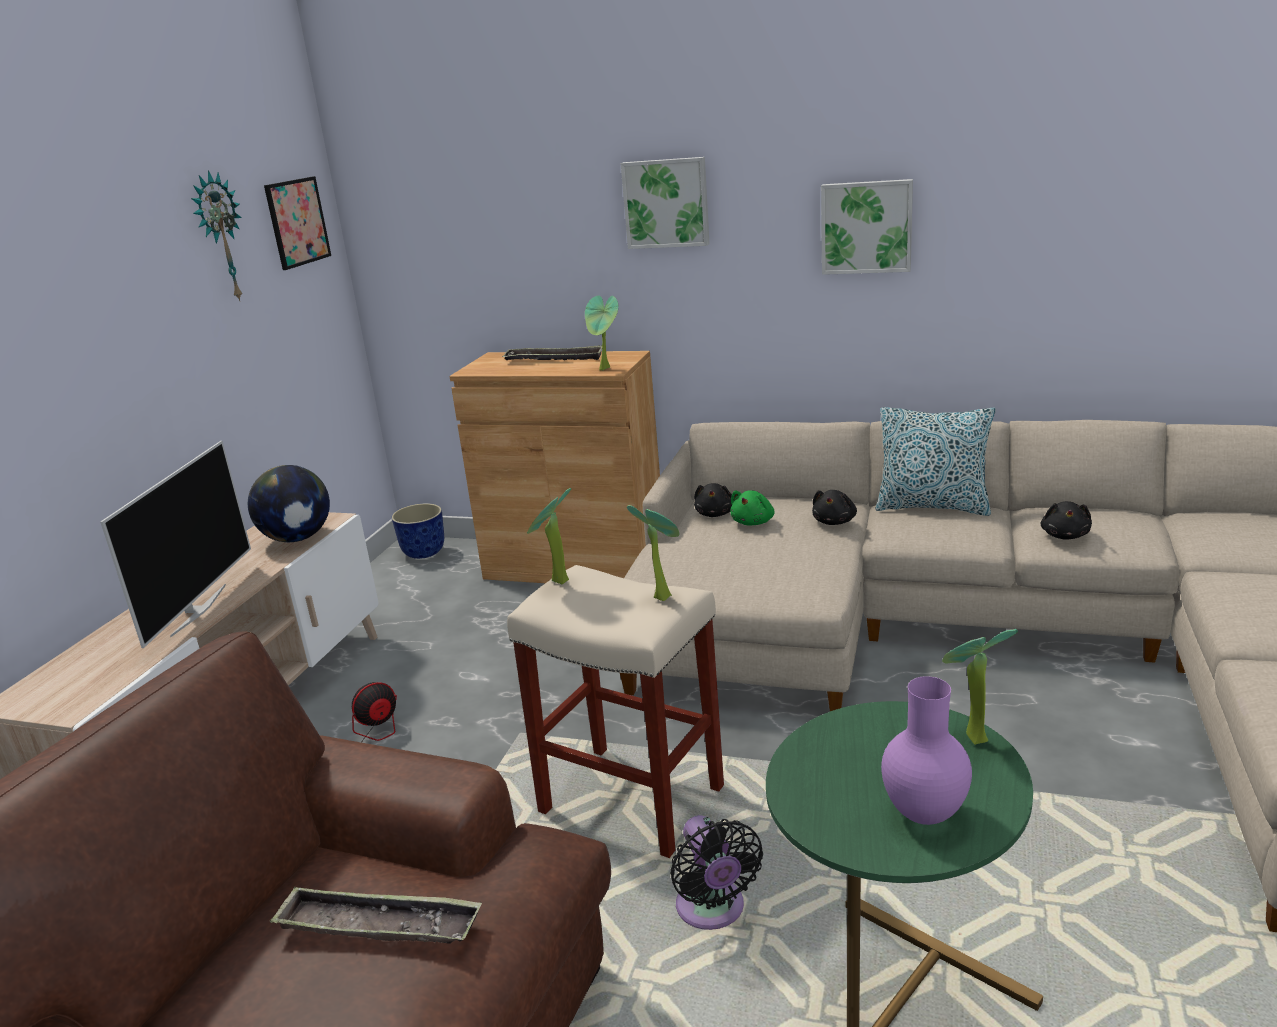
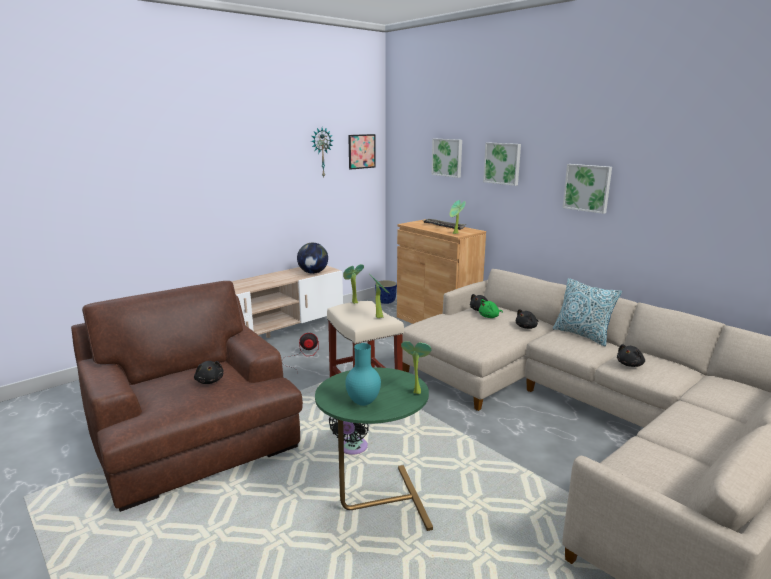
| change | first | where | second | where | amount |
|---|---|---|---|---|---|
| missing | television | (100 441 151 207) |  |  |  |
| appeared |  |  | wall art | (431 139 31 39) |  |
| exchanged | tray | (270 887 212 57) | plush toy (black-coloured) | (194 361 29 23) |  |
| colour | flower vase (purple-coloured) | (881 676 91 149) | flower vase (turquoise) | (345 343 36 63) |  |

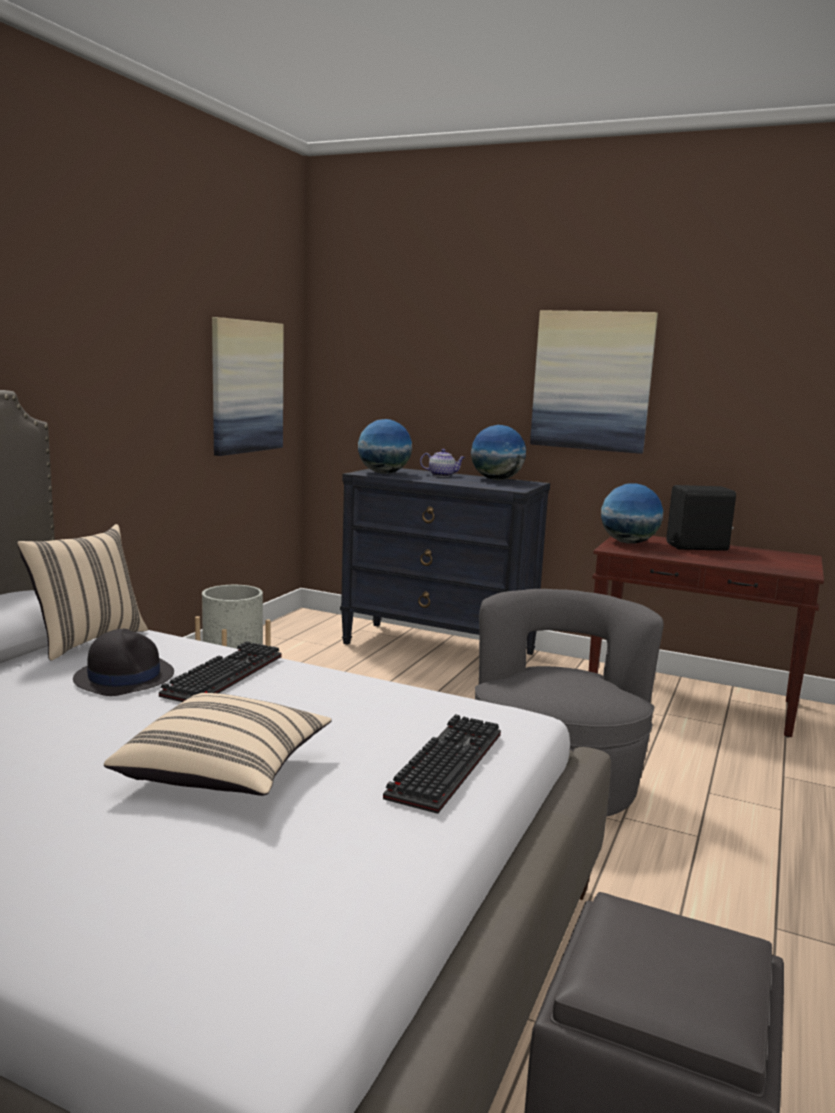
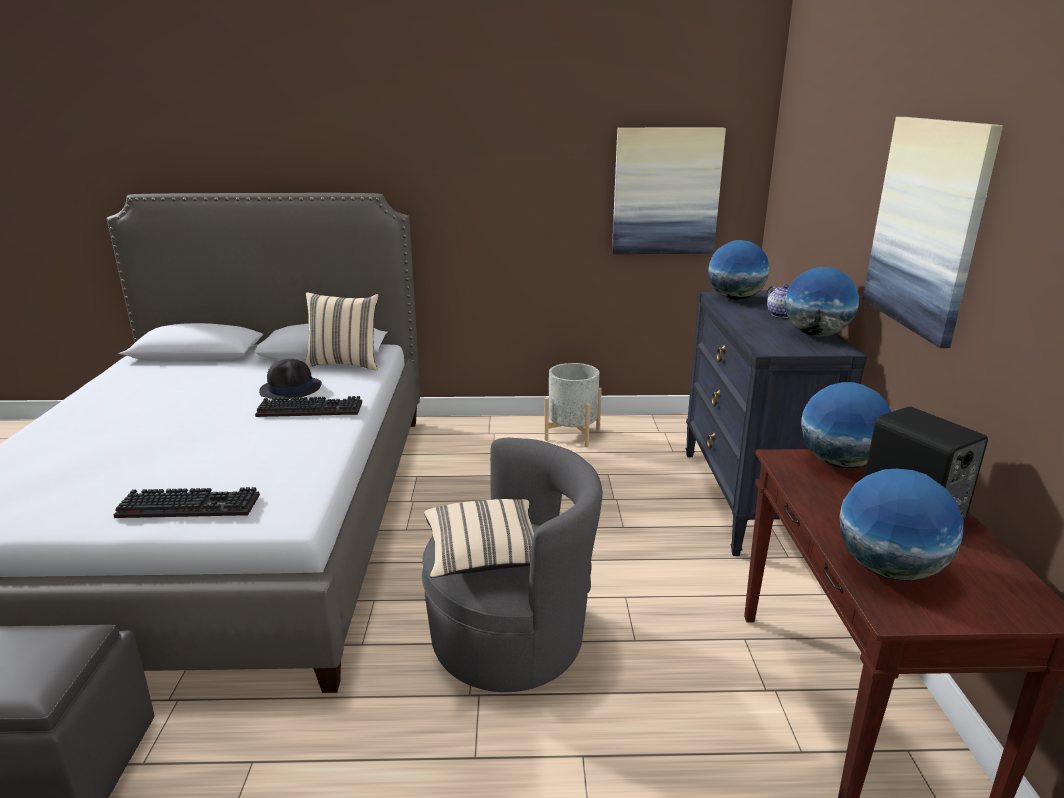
| change | first | where | second | where | amount |
|---|---|---|---|---|---|
| appeared |  |  | desk globe | (839 469 124 112) |  |
| relocated | cushion (sand-coloured) | (104 693 228 103) |  | (424 499 110 79) |  |

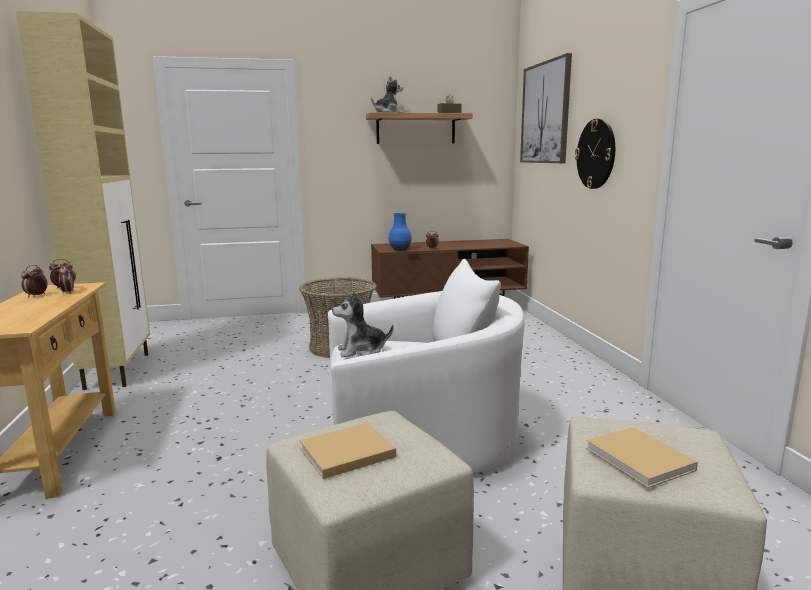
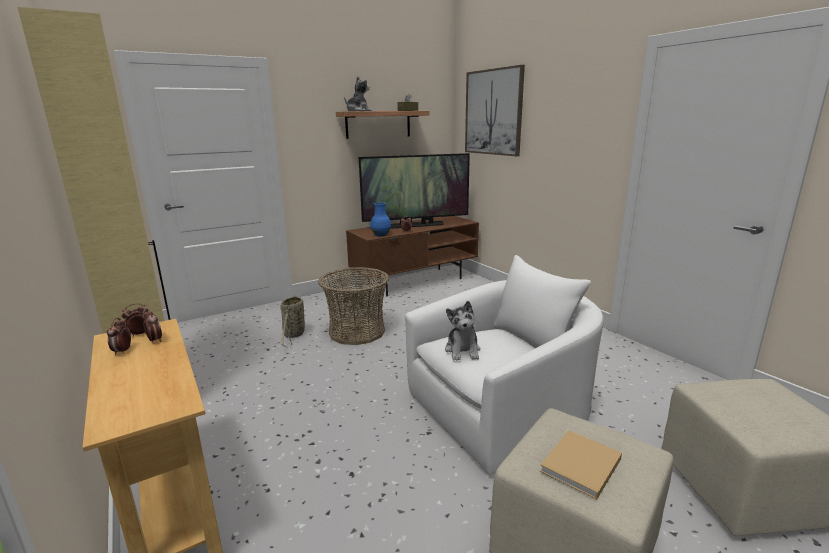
| change | first | where | second | where | amount |
|---|---|---|---|---|---|
| missing | clock on the wall | (575 119 40 70) |  |  |  |
| missing | bound book (sand-coloured) | (586 427 112 61) |  |  |  |
| appeared |  |  | basket | (280 295 25 52) |  |
| appeared |  |  | television | (359 153 111 76) |  |
| spun | plush toy | (332 292 61 65) |  | (445 301 35 59) | 60 degrees counterclockwise |

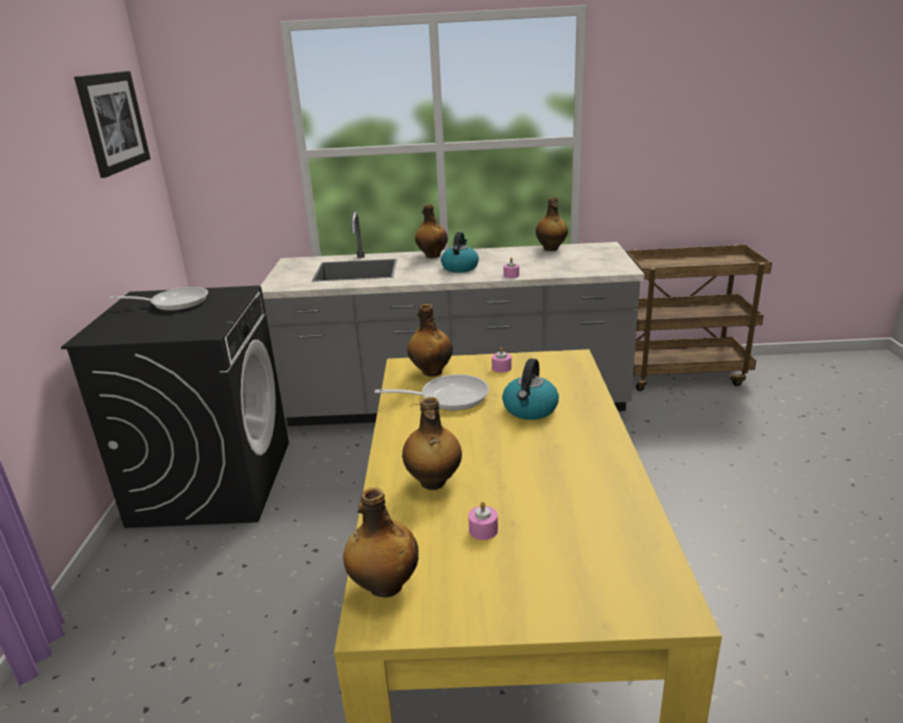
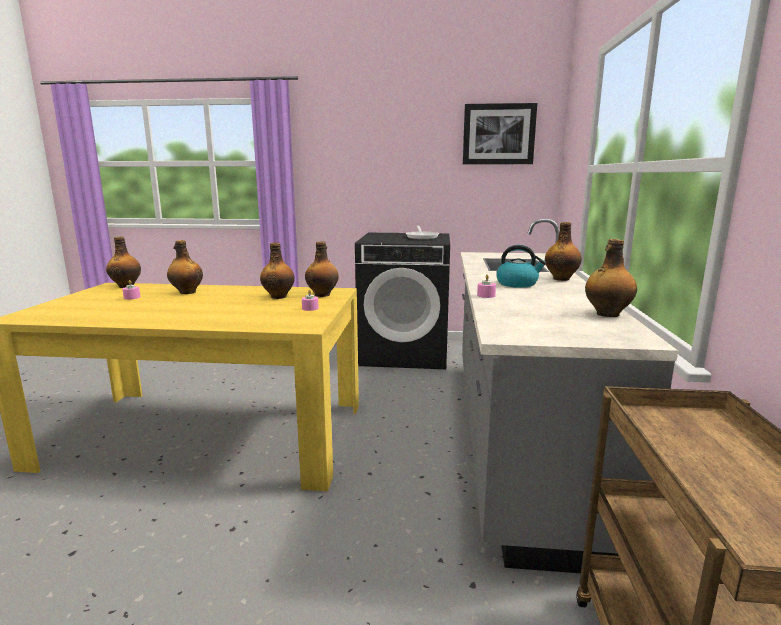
| change | first | where | second | where | amount |
|---|---|---|---|---|---|
| missing | water kettle | (502 358 57 62) |  |  |  |
| exchanged | frying pan | (375 374 114 37) | bottle | (260 242 35 57) |  |

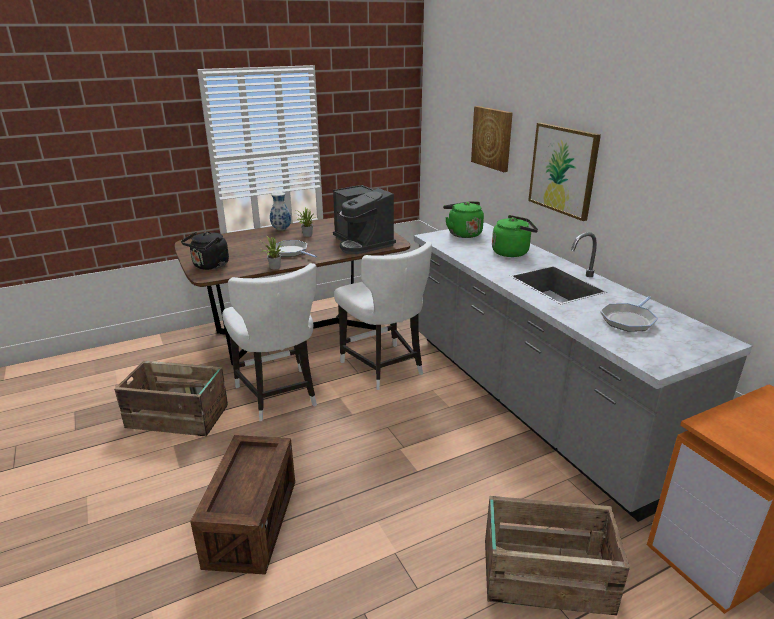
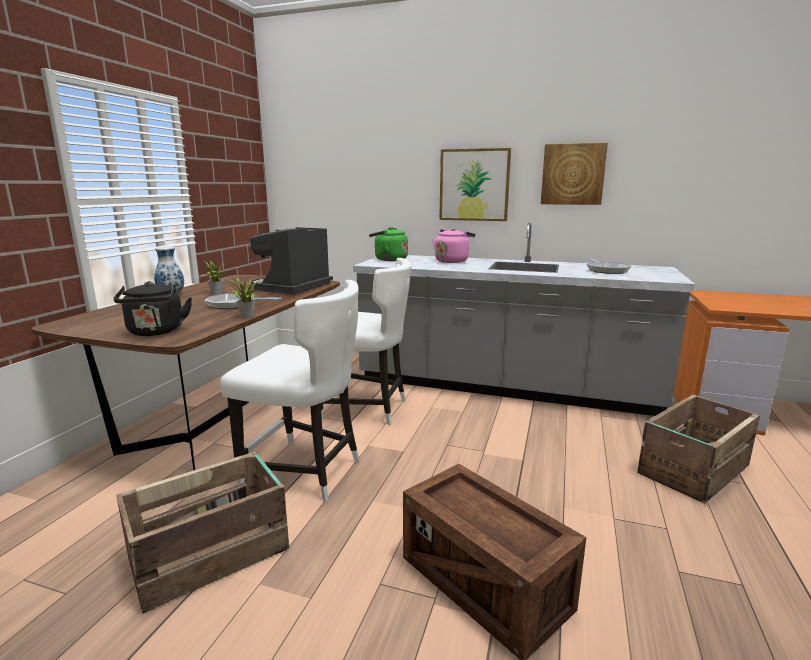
| change | first | where | second | where | amount |
|---|---|---|---|---|---|
| relocated | wall art | (471 106 42 66) |  | (541 143 67 62) |  |
| colour | water kettle (green-coloured) | (492 215 46 42) | water kettle (pink) | (432 228 43 35) |  |
| spun | coffee machine | (333 185 63 69) |  | (249 227 84 68) | 105 degrees clockwise |

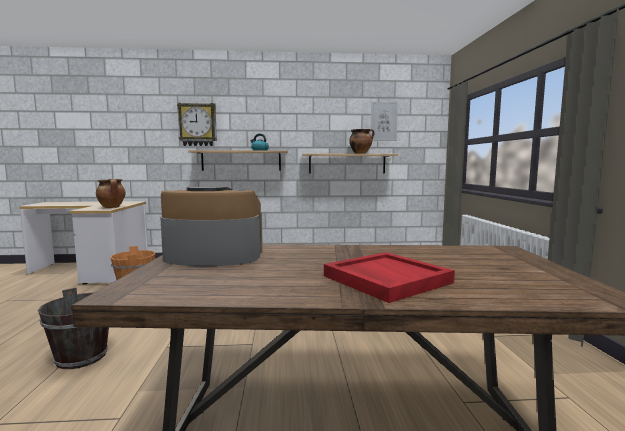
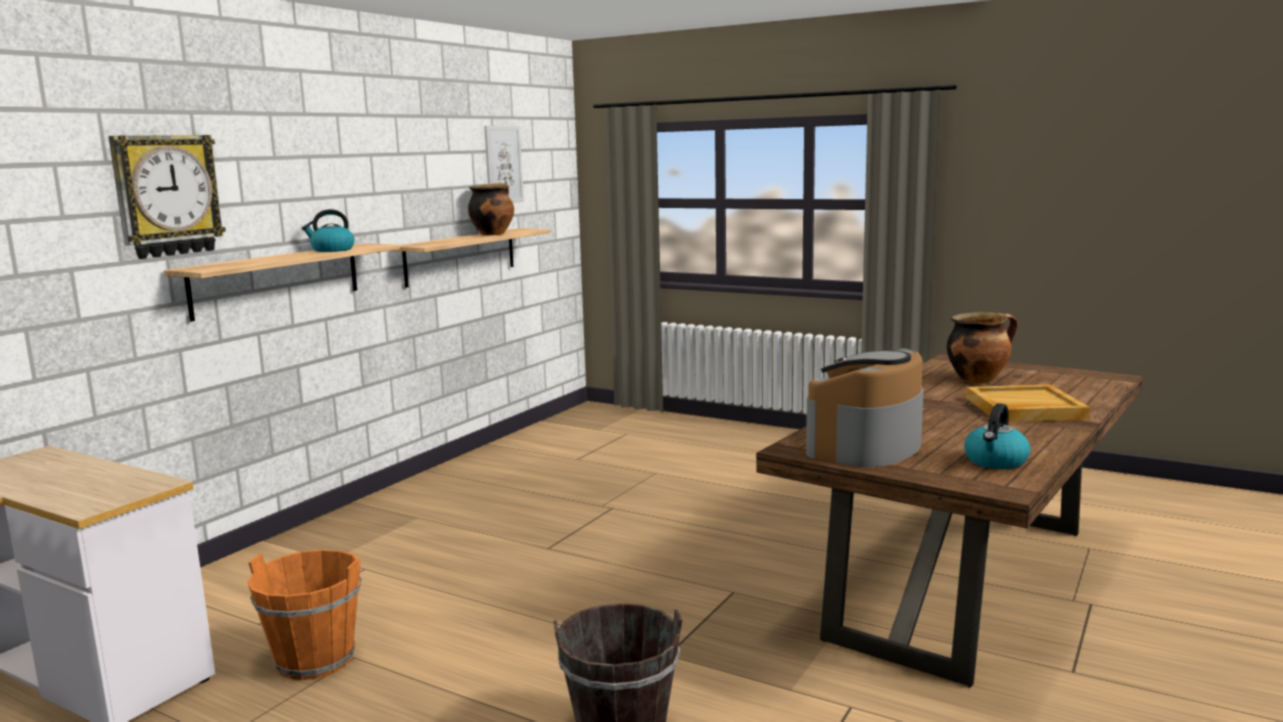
| change | first | where | second | where | amount |
|---|---|---|---|---|---|
| appeared |  |  | water kettle | (964 403 66 66) |  |
| relocated | stockpot | (96 179 29 29) |  | (947 312 71 71) |  |
| colour | tray (reddish) | (324 252 131 51) | tray (sand-coloured) | (966 385 124 37) |  |

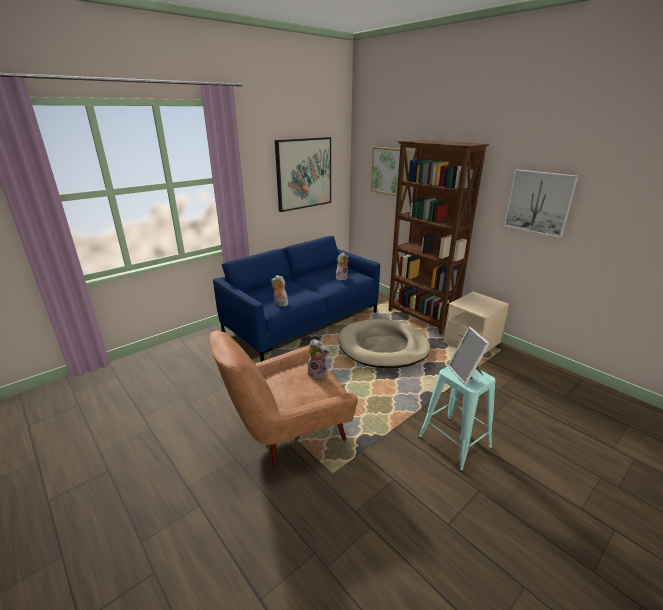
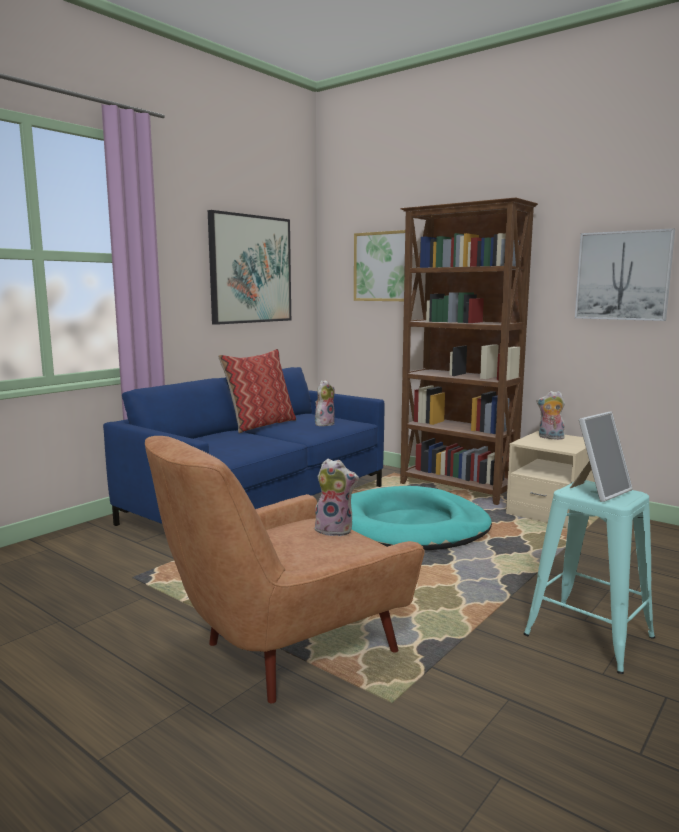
| change | first | where | second | where | amount |
|---|---|---|---|---|---|
| appeared |  |  | cushion | (218 349 78 84) |  |
| relocated | plush toy | (271 275 17 31) |  | (537 391 28 49) |  |
| colour | dog bed (sand-coloured) | (339 319 91 49) | dog bed (turquoise) | (351 486 141 64) |  |
| spun | standing frame | (448 327 42 58) |  | (570 411 63 91) | 105 degrees counterclockwise |

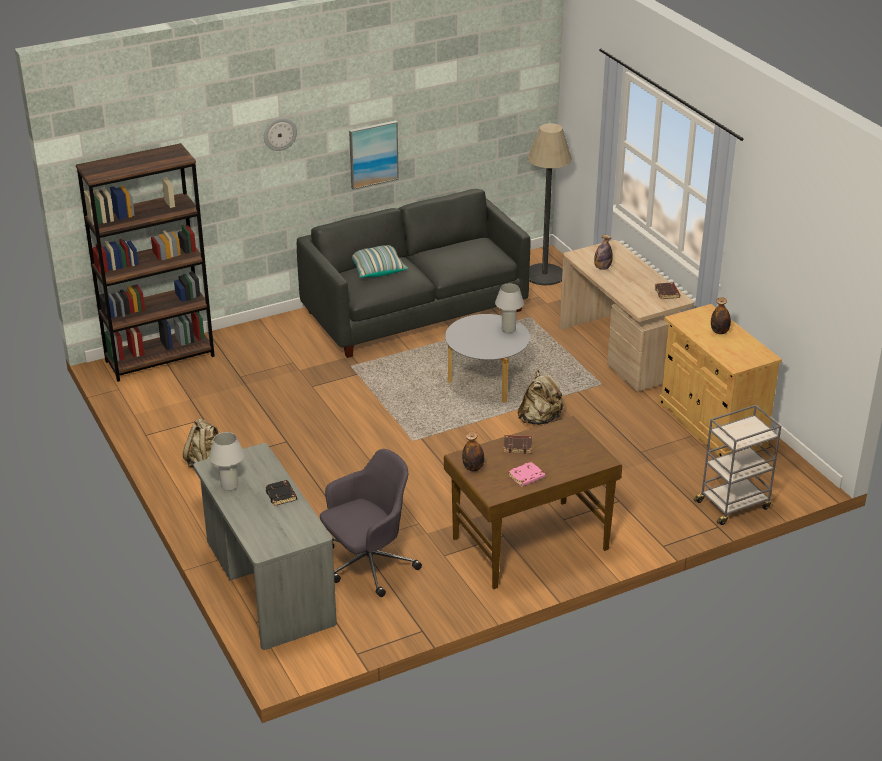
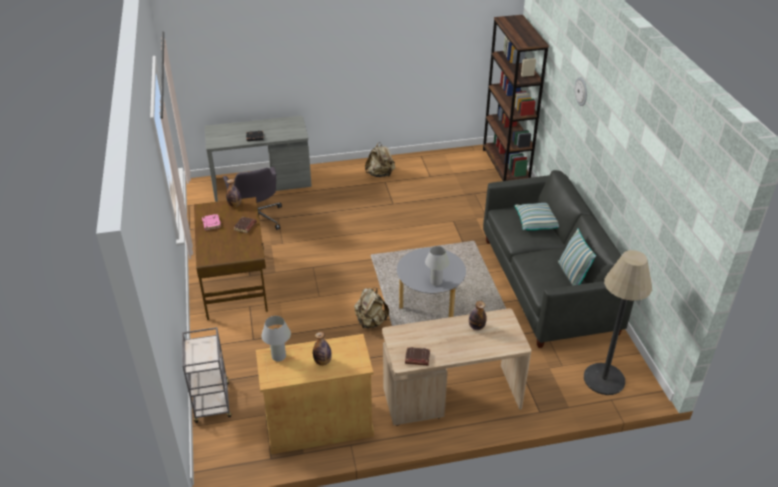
| change | first | where | second | where | amount |
|---|---|---|---|---|---|
| missing | wall art | (349 120 50 70) |  |  |  |
| appeared |  |  | cushion | (558 228 38 57) |  |
| relocated | tabletop lamp (white-coloured) | (209 432 36 59) |  | (261 316 30 46) |  |

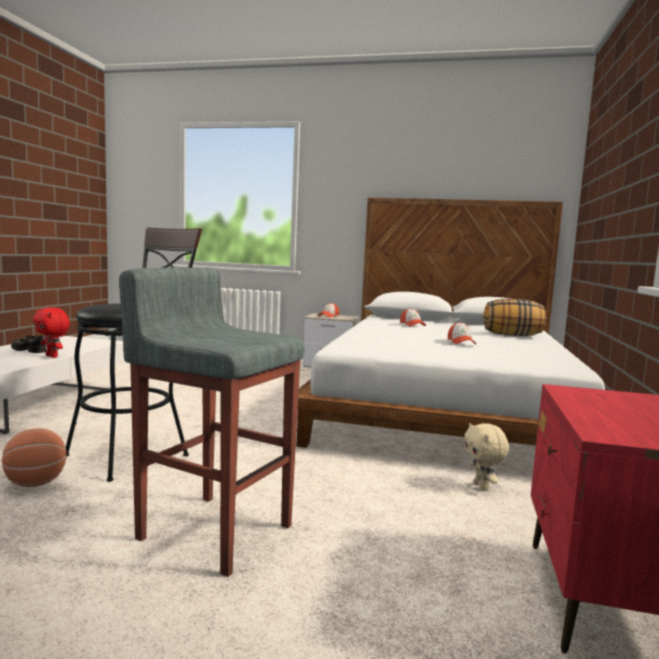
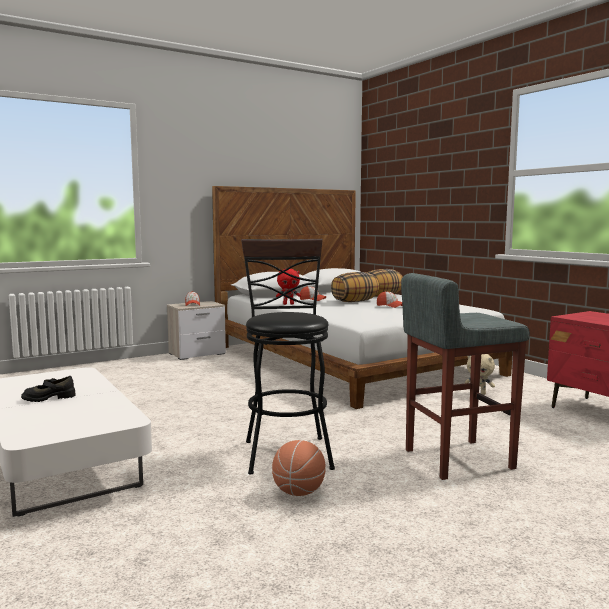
| change | first | where | second | where | amount |
|---|---|---|---|---|---|
| appeared |  |  | cushion | (331 272 49 30) |  |
| relocated | plush toy (reddish) | (33 307 37 51) |  | (276 269 25 36) |  |

